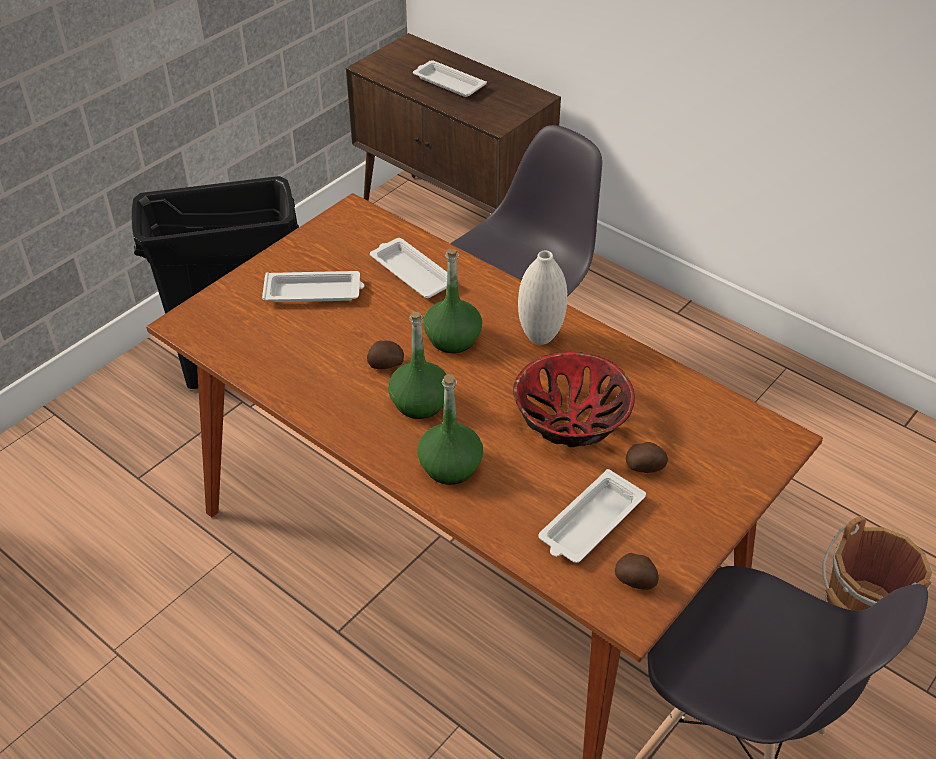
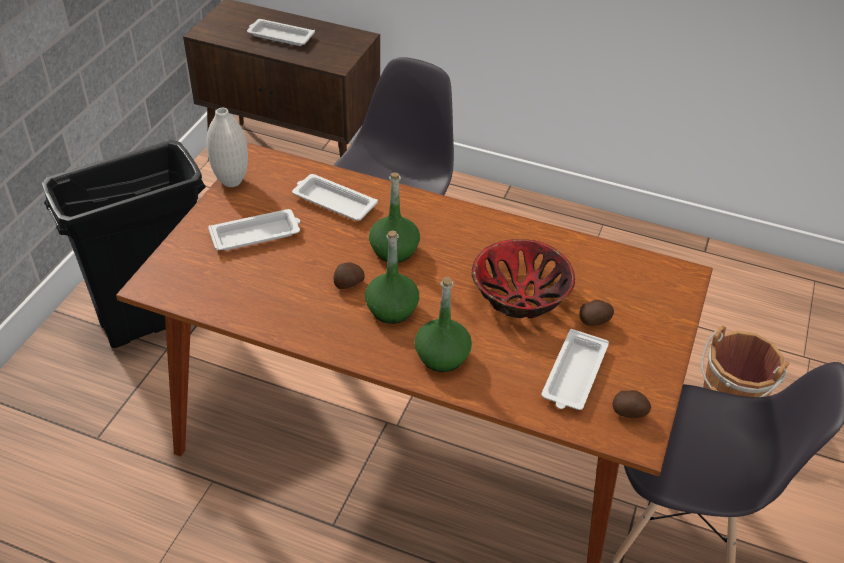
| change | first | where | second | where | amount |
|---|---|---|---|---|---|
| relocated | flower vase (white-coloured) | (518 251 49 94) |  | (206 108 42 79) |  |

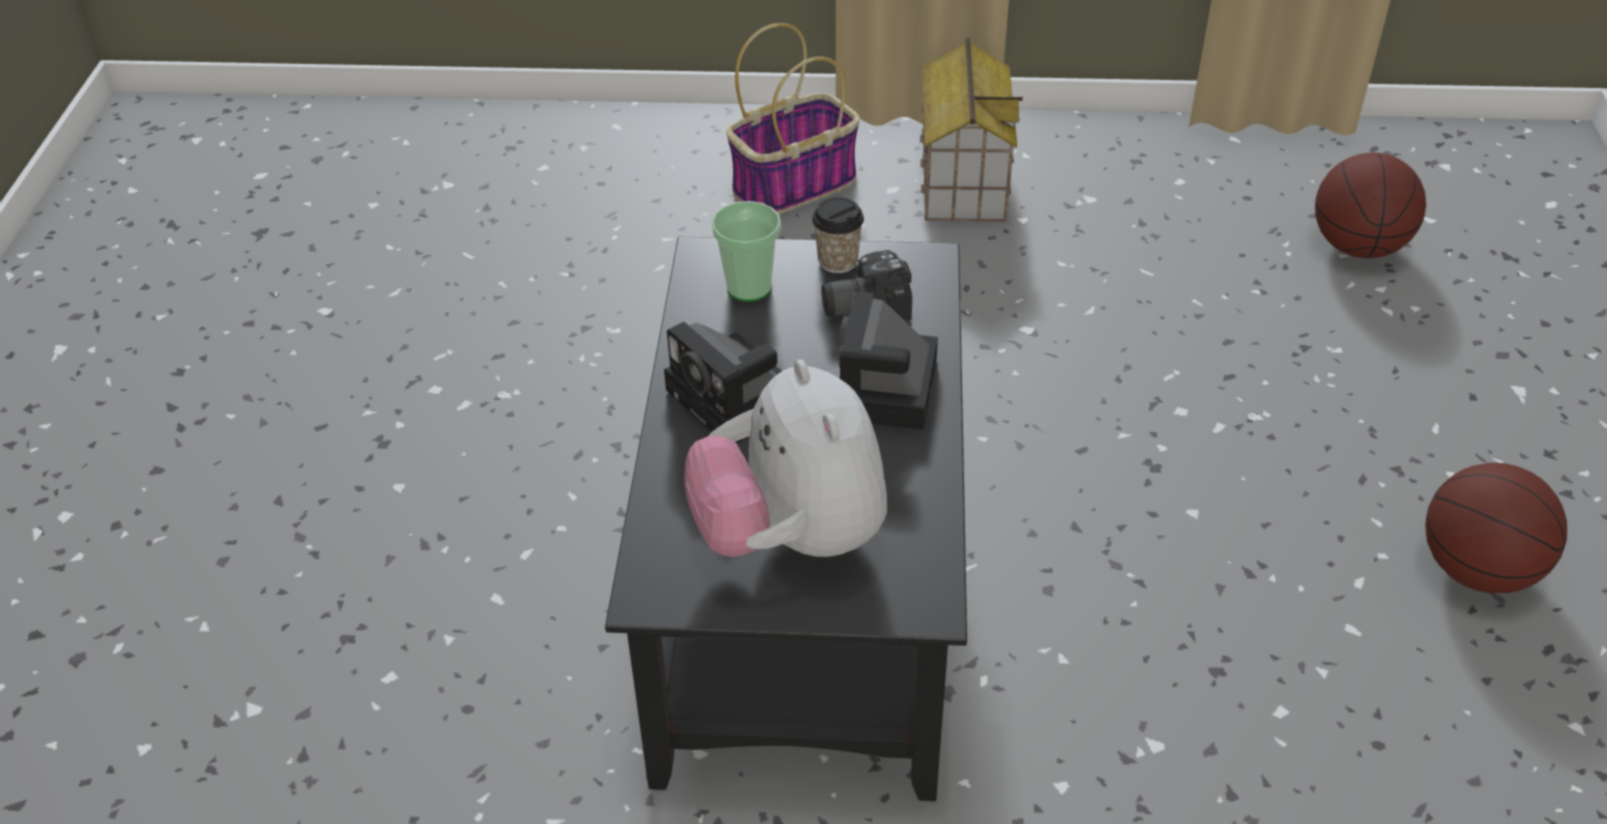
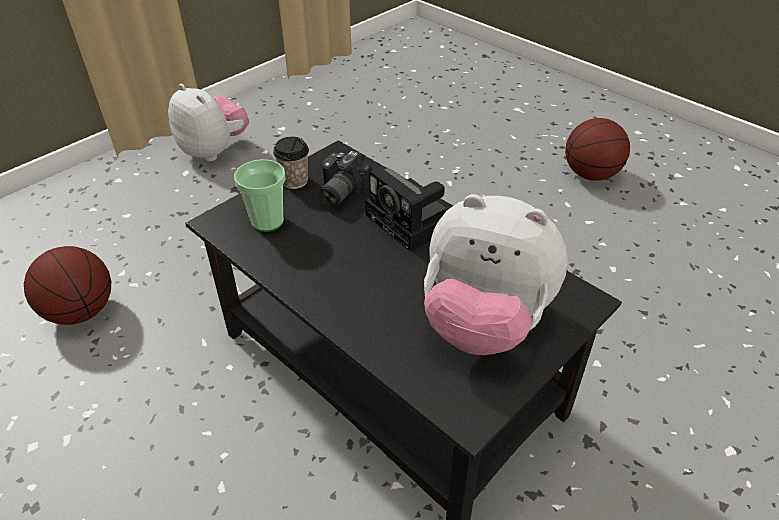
| change | first | where | second | where | amount |
|---|---|---|---|---|---|
| missing | photo camera | (664 322 118 122) |  |  |  |
| missing | basket | (726 23 134 191) |  |  |  |
| relocated | basketball ball | (1315 153 111 105) |  | (24 246 87 79) |  |
| exchanged | toy house | (920 37 103 185) | plush toy | (168 84 81 78) |  |

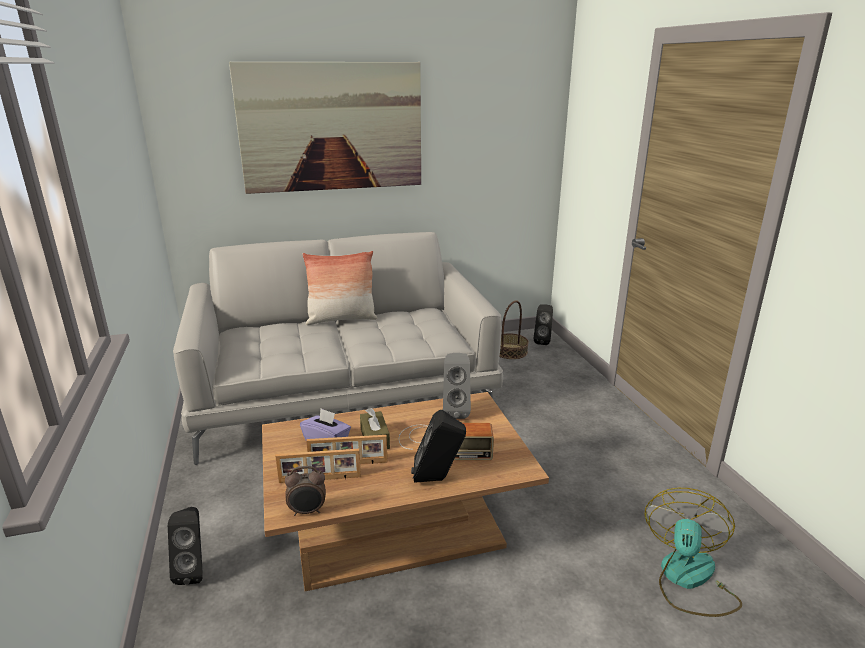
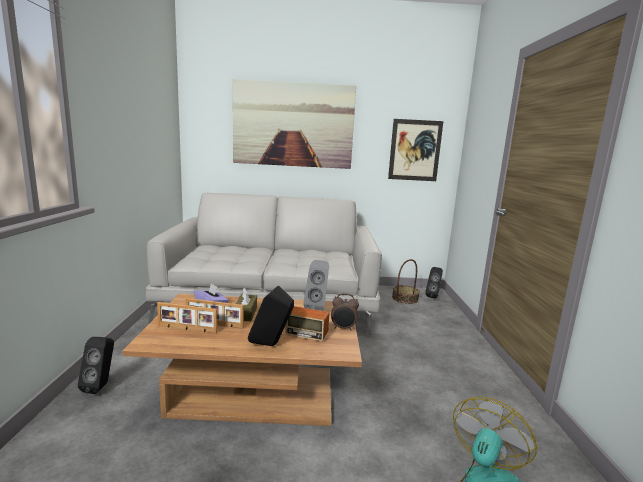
| change | first | where | second | where | amount |
|---|---|---|---|---|---|
| missing | cushion | (302 251 76 74) |  |  |  |
| appeared |  |  | wall art | (388 119 55 62) |  |
| relocated | table clock | (285 466 41 50) |  | (331 293 28 38) |  |

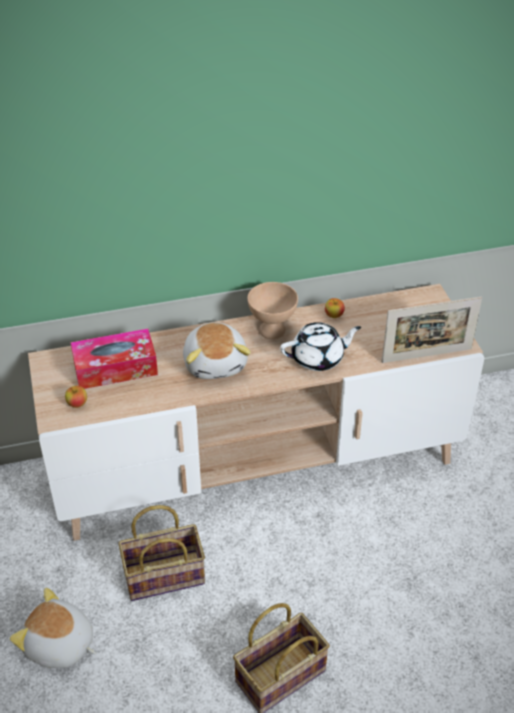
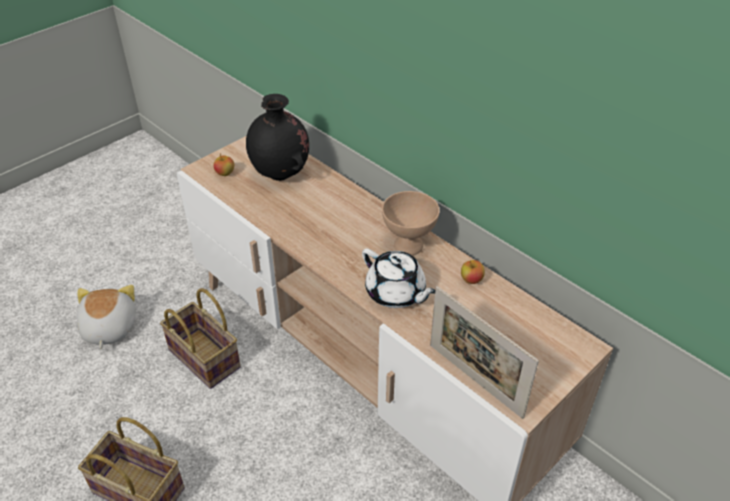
| change | first | where | second | where | amount |
|---|---|---|---|---|---|
| missing | plush toy | (183 322 68 57) |  |  |  |
| exchanged | box of tissues | (70 329 88 60) | flower vase (black-coloured) | (246 94 63 87) |  |

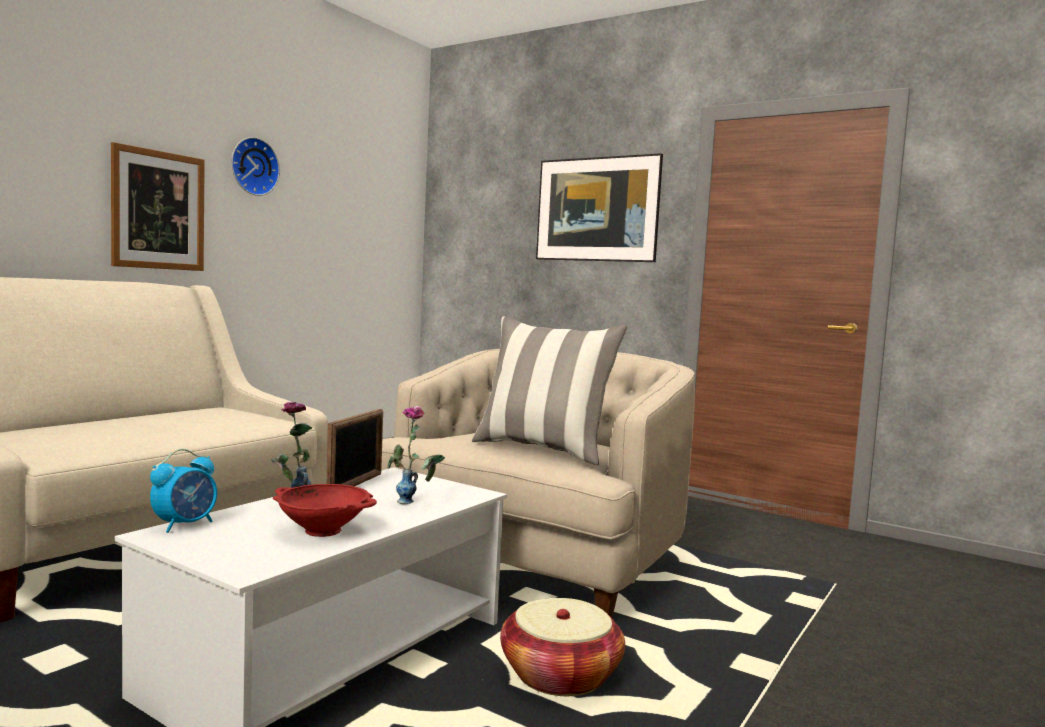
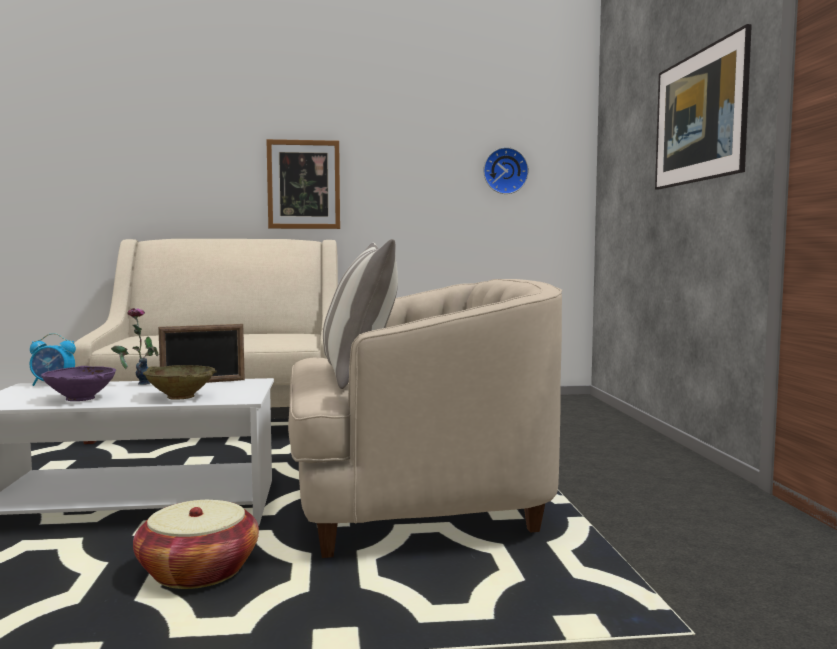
| change | first | where | second | where | amount |
|---|---|---|---|---|---|
| relocated | clock on the wall | (231 137 49 59) |  | (483 147 46 47) |  |
| exchanged | flower vase | (387 406 58 98) | deep dish (sand-coloured) | (143 365 74 35) |  |
| colour | deep dish (reddish) | (273 484 104 53) | deep dish (purple-coloured) | (41 366 75 35) |  |

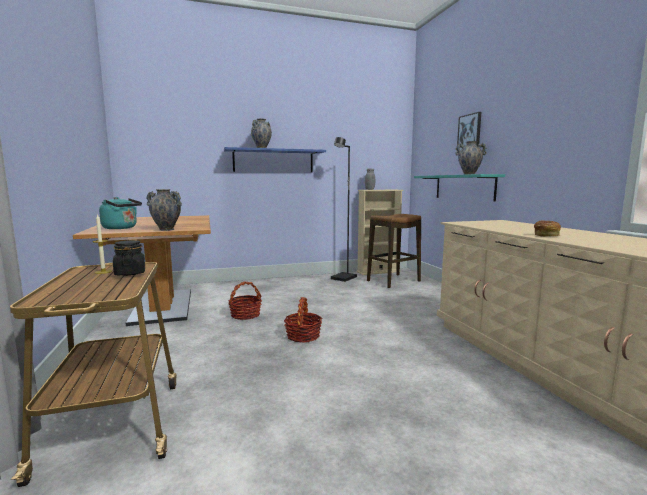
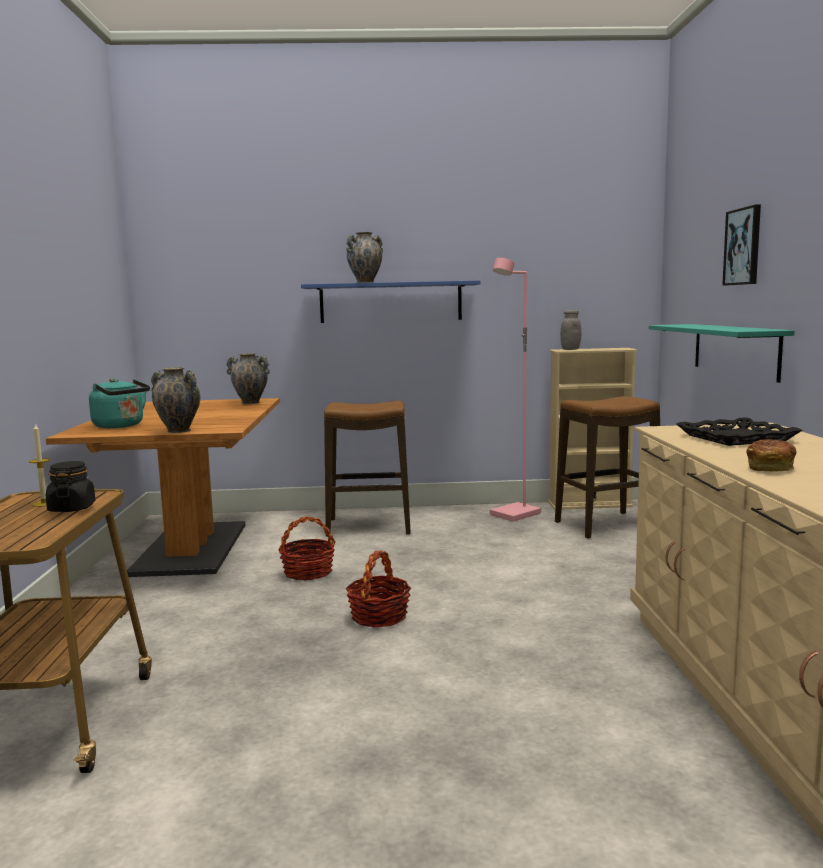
| change | first | where | second | where | amount |
|---|---|---|---|---|---|
| appeared |  |  | stool | (324 401 87 136) |  |
| appeared |  |  | tray (black-coloured) | (677 417 125 29) |  |
| relocated | flower vase | (455 141 32 34) |  | (226 353 44 51) |  |
| colour | floor lamp (black-coloured) | (331 137 26 145) | floor lamp (pink) | (490 258 51 264) |  |

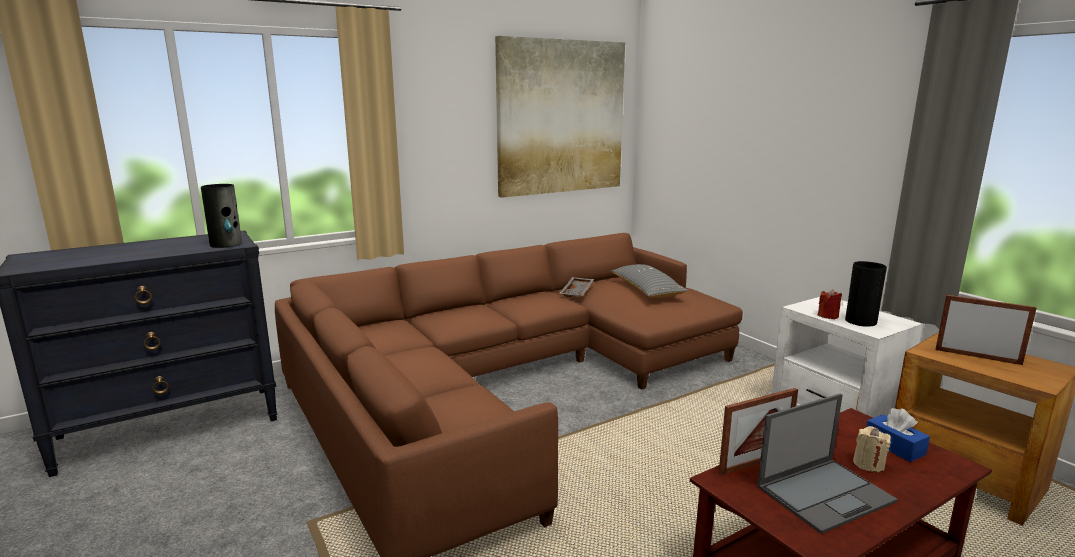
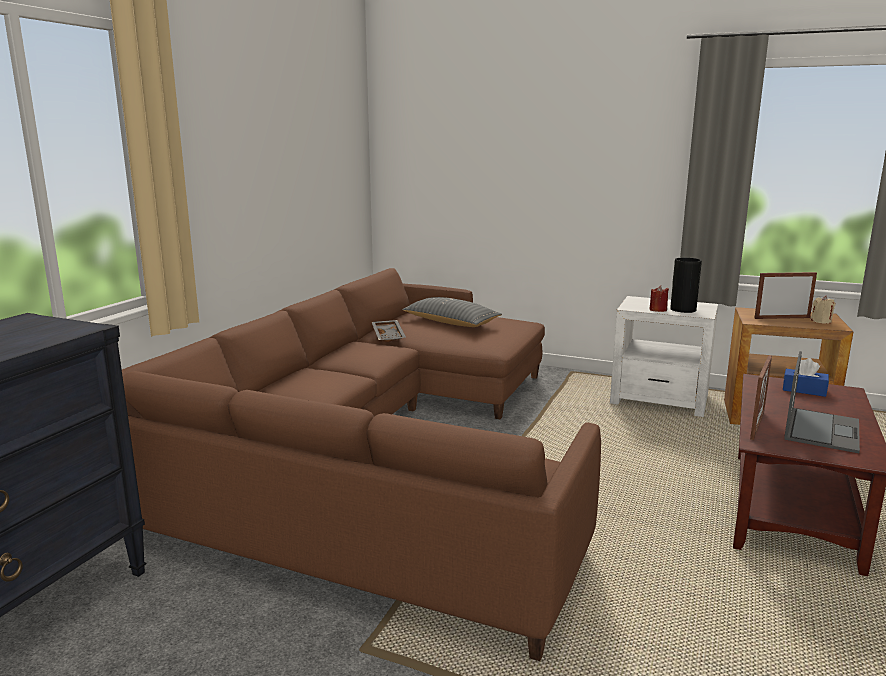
| change | first | where | second | where | amount |
|---|---|---|---|---|---|
| missing | flower vase | (201 184 41 64) |  |  |  |
| missing | wall art | (495 36 130 162) |  |  |  |
| relocated | candle (sand-coloured) | (853 426 38 46) |  | (810 296 25 28) |  |

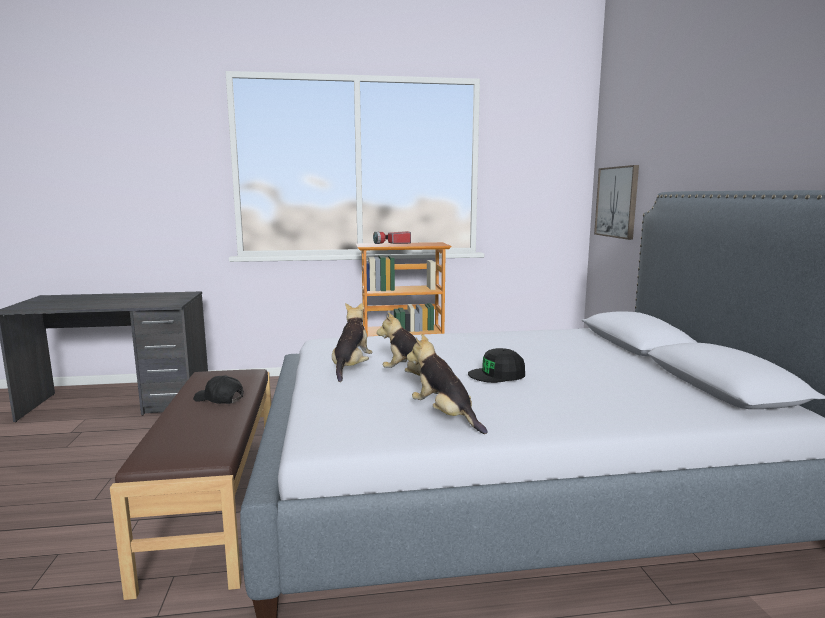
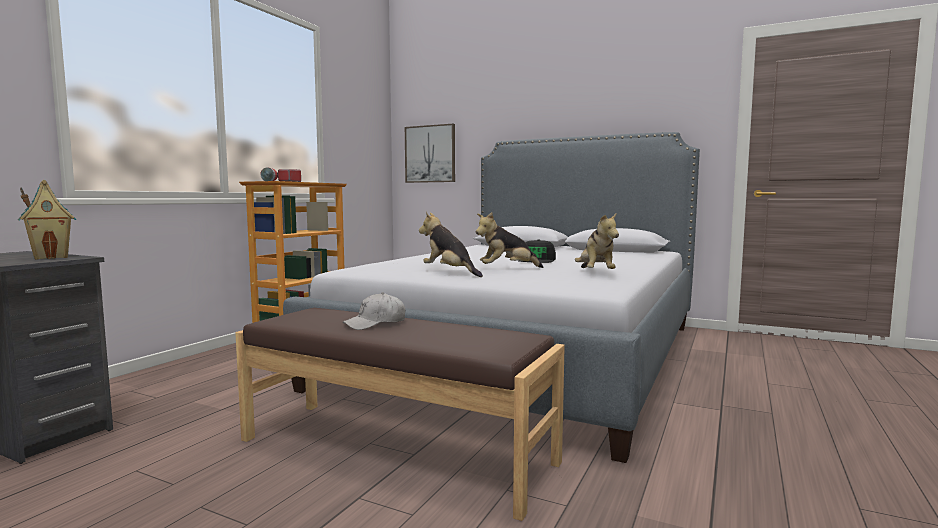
| change | first | where | second | where | amount |
|---|---|---|---|---|---|
| appeared |  |  | toy house | (18 180 58 79) |  |
| colour | peaked cap (black-coloured) | (193 375 50 29) | peaked cap (white-coloured) | (343 292 63 38) |  |
| spun | plush toy | (407 334 81 100) |  | (575 212 44 57) | 90 degrees counterclockwise |

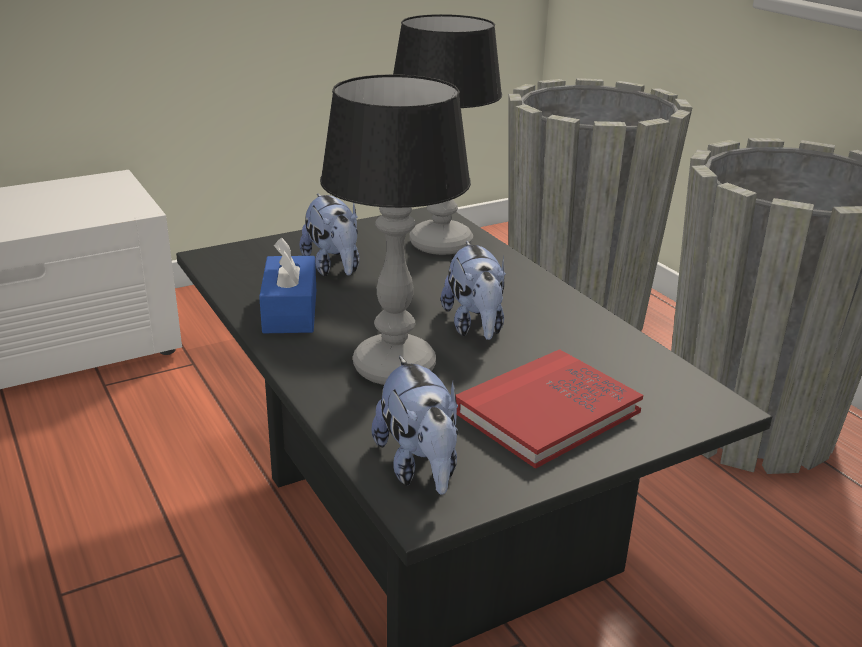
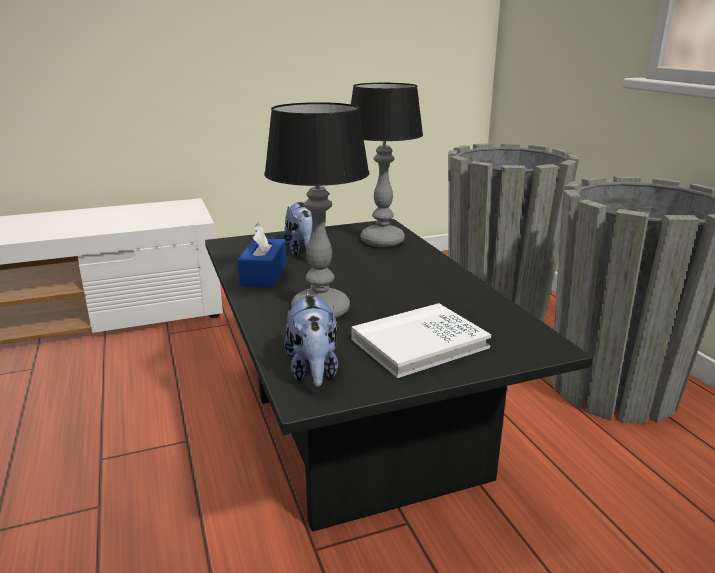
| change | first | where | second | where | amount |
|---|---|---|---|---|---|
| missing | plush toy | (441 241 65 99) |  |  |  |
| colour | bound book (reddish) | (456 349 187 120) | bound book (white-coloured) | (352 303 139 75) |  |

